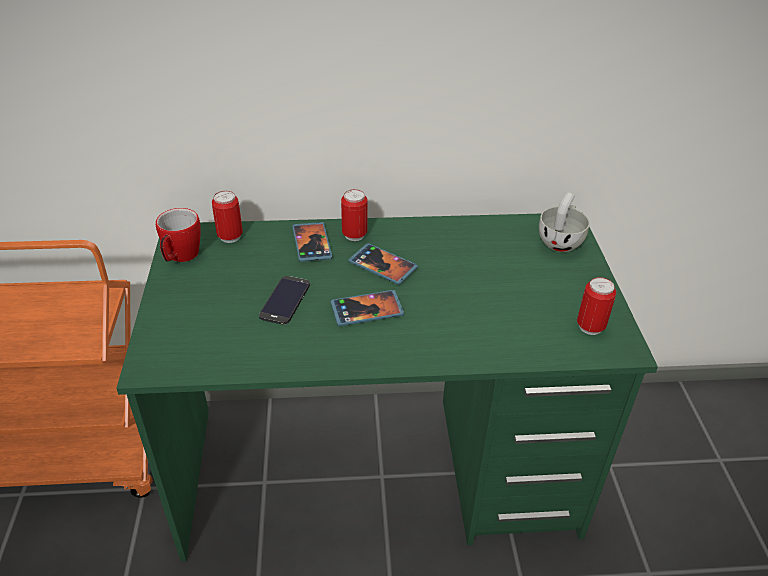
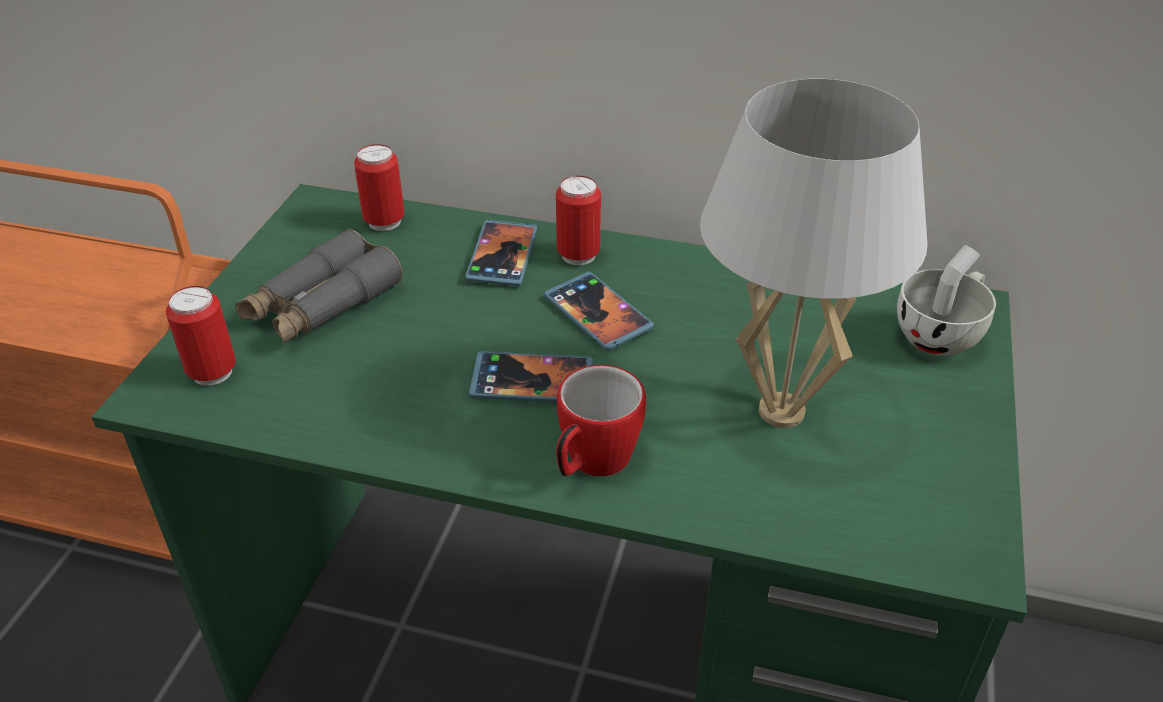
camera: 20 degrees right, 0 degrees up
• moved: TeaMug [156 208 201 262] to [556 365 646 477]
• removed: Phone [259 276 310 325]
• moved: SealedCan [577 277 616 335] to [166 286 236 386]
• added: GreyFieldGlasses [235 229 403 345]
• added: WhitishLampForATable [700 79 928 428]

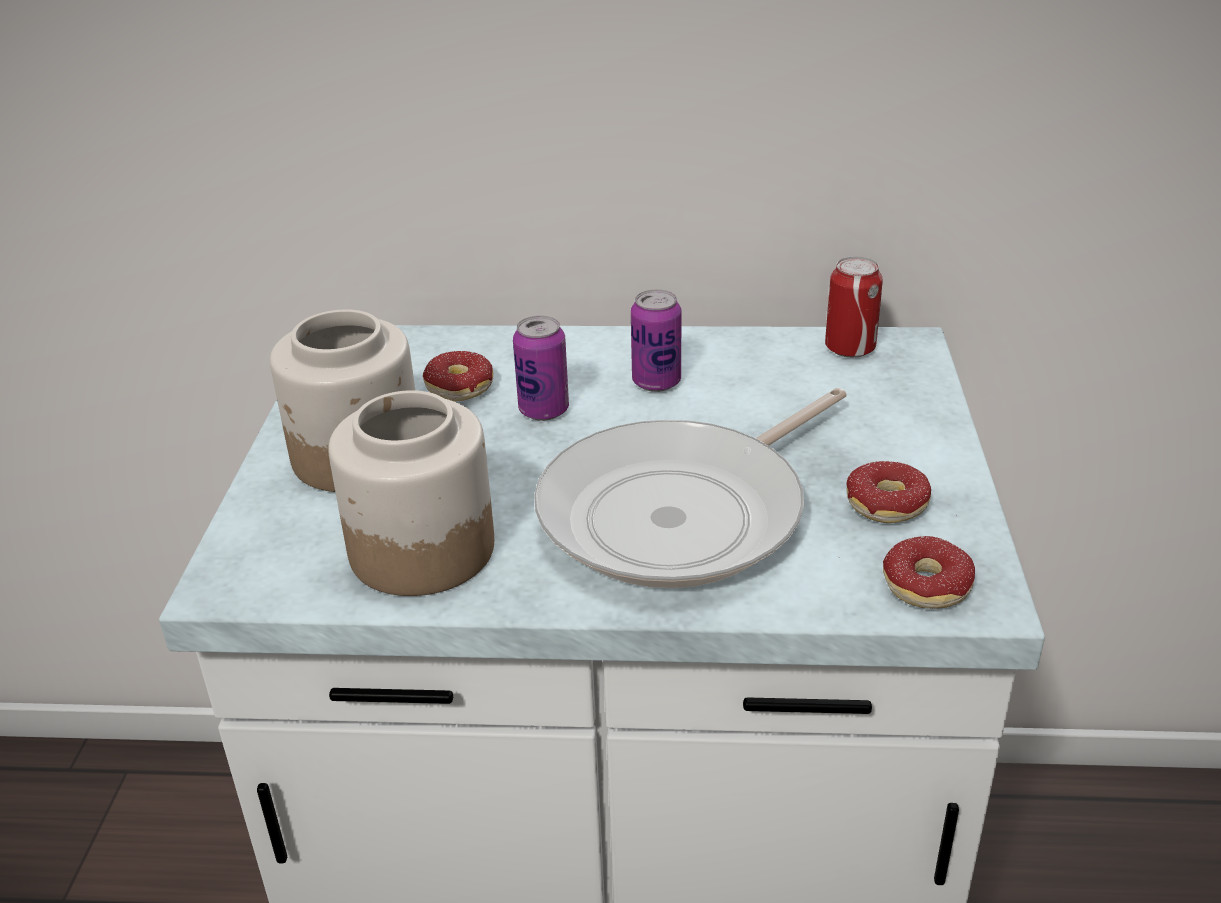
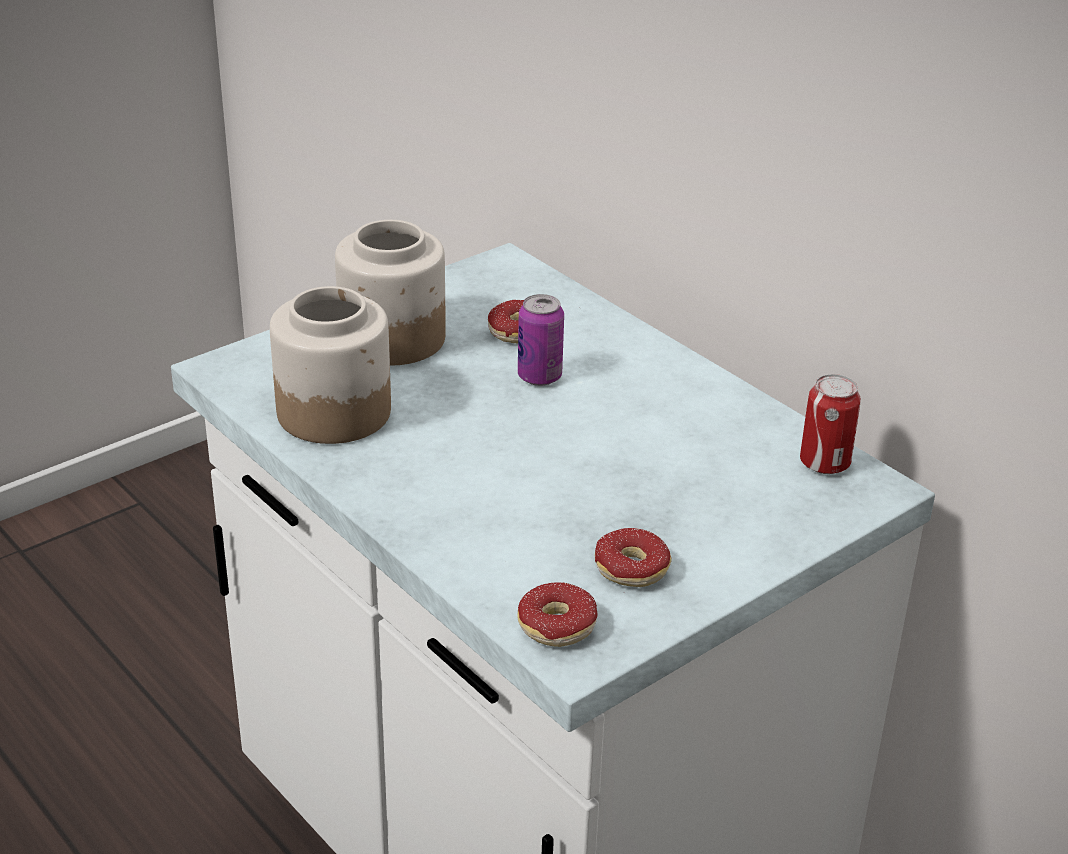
camera: 45 degrees right, 0 degrees up
• removed: Pan [534 388 847 588]
• removed: SealedCan [631 290 681 392]

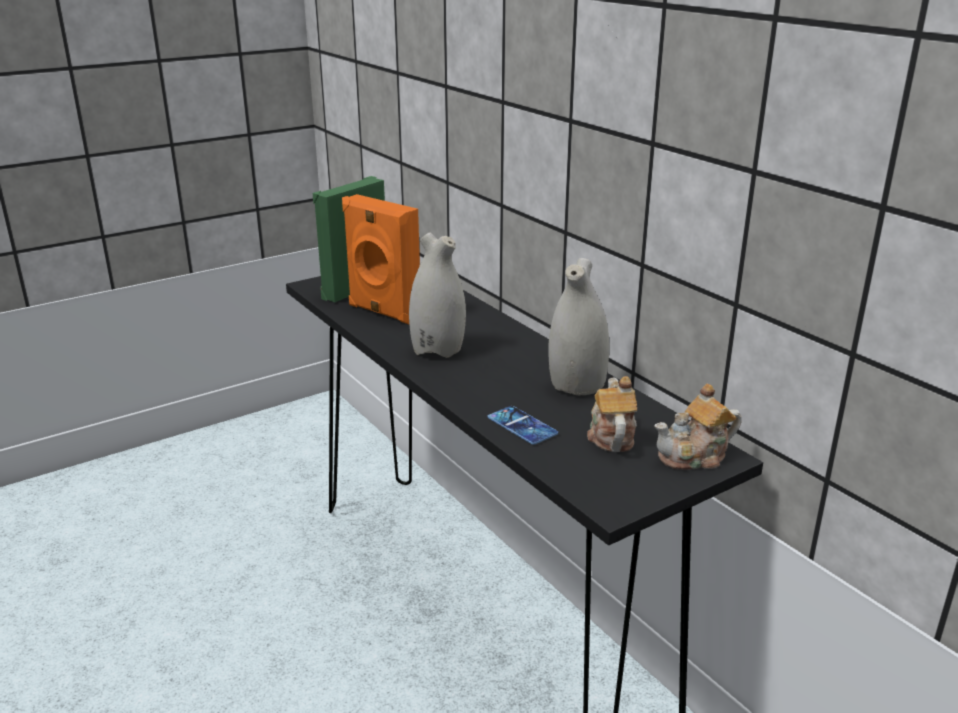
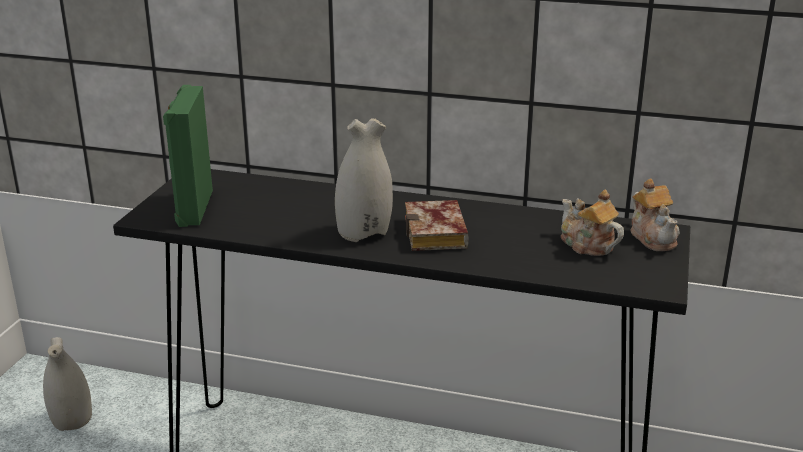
camera: 40 degrees left, 0 degrees up
• removed: OrangeAudioSpeaker [342 194 420 324]
• removed: Phone [488 406 558 445]
• moved: WhitishFlowerVase [548 258 610 395] to [43 337 92 431]
• turned: PotForTea [654 384 742 470] = [631 179 680 251] 45 degrees counterclockwise
• added: Volume [405 200 469 251]

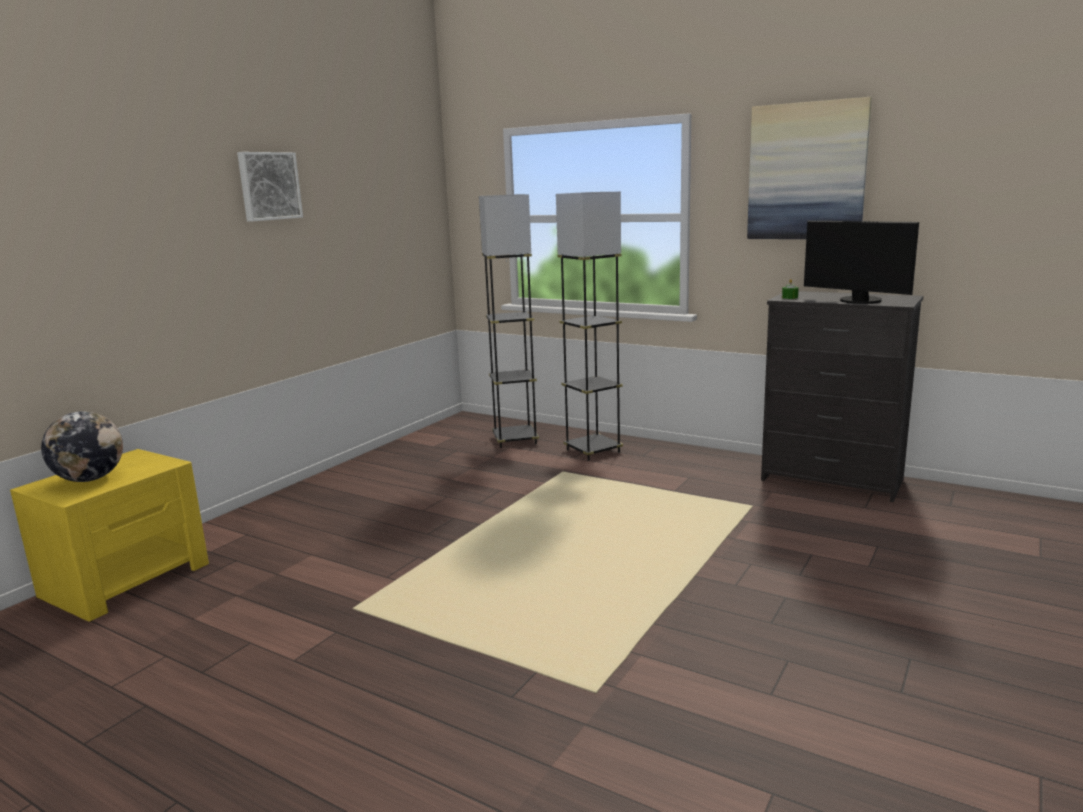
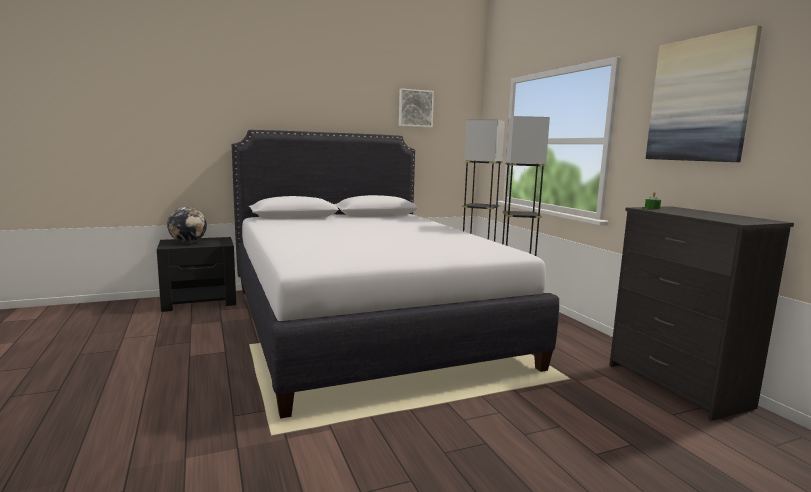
camera: 35 degrees right, 5 degrees down
• recoloured: YellowNightTable [10 449 209 622] to BlackNightTable [157 237 236 312]
• moved: WallArt [237 152 303 221] to [399 88 434 127]
• removed: Monitor [804 221 919 304]
• added: WhitishBedroomBed [231 130 559 419]

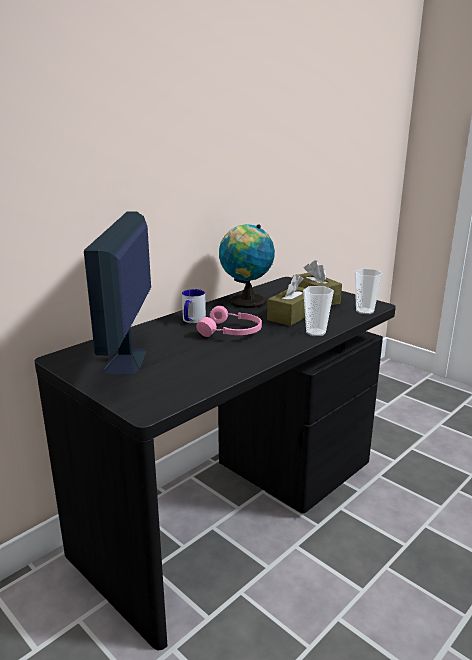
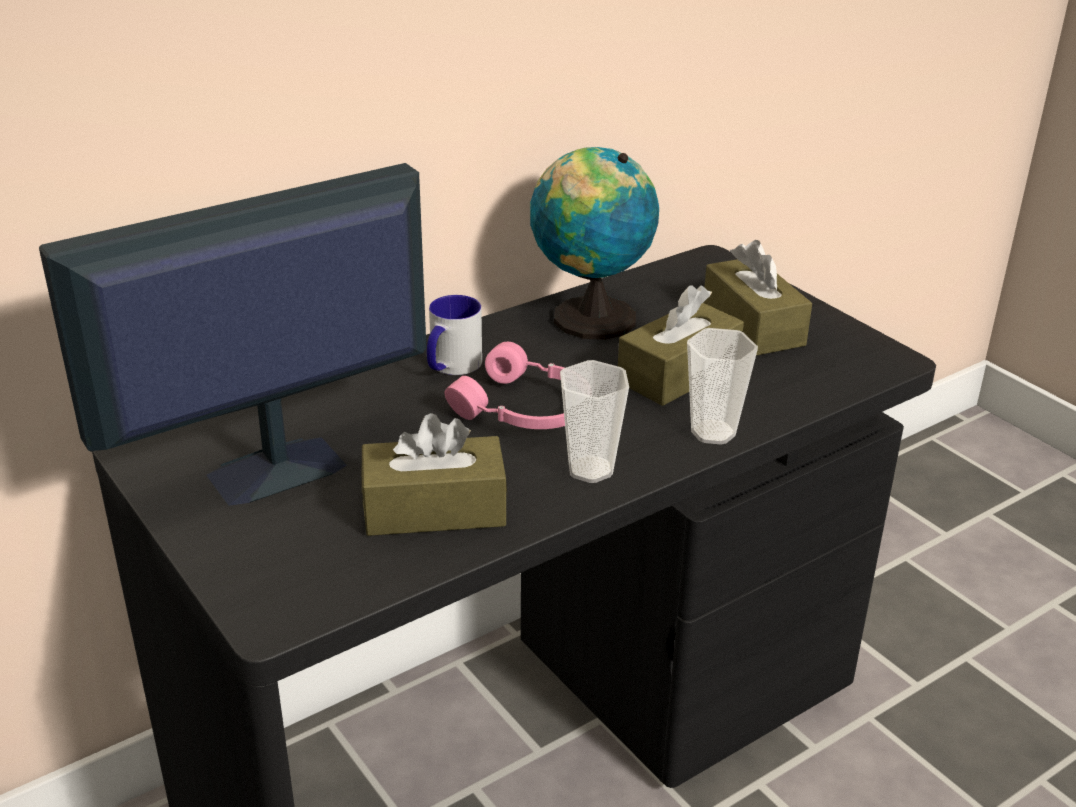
camera: 10 degrees right, 10 degrees up
• turned: Monitor [84 211 151 374] = [39 163 426 506] 45 degrees clockwise
• moved: Cup [355 268 383 314] to [560 360 629 483]
• added: BrownColouredTissueBox [362 413 508 536]

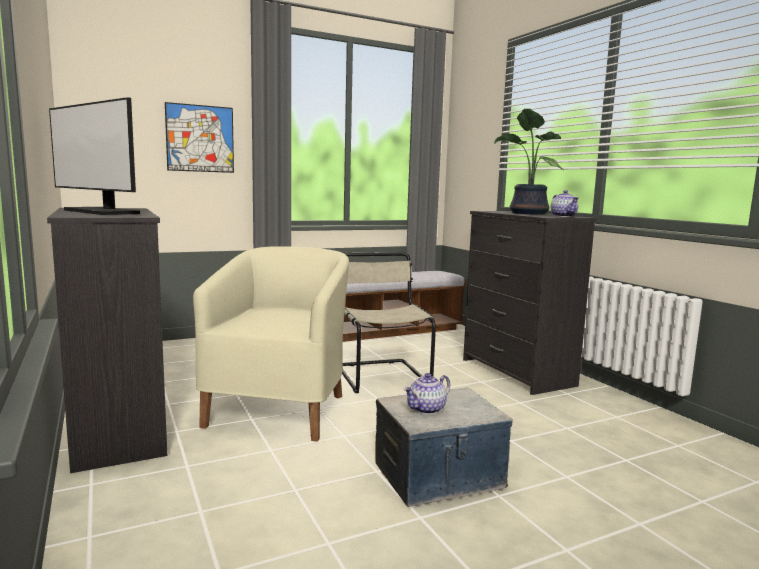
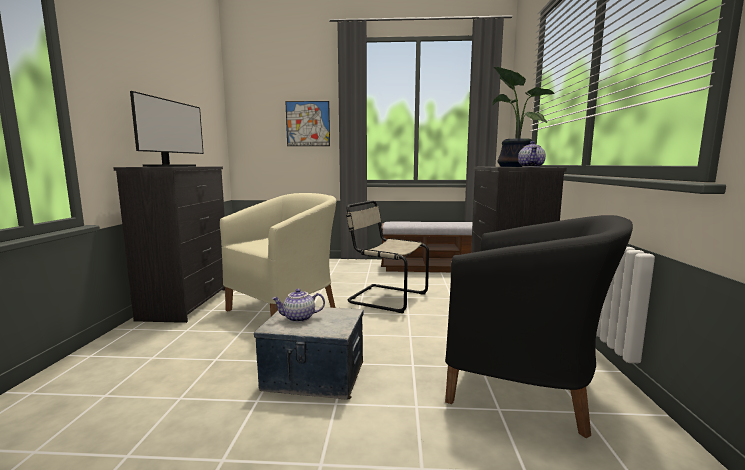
camera: 30 degrees right, 0 degrees up
• turned: Monitor [49 97 140 215] = [130 91 204 167] 150 degrees counterclockwise
• turned: BeigeChair [342 252 436 393] = [346 200 429 313] 75 degrees counterclockwise
• added: BlackArmchair [445 215 633 438]

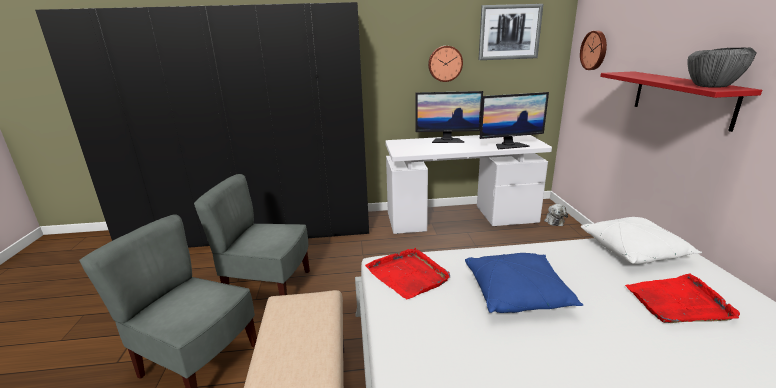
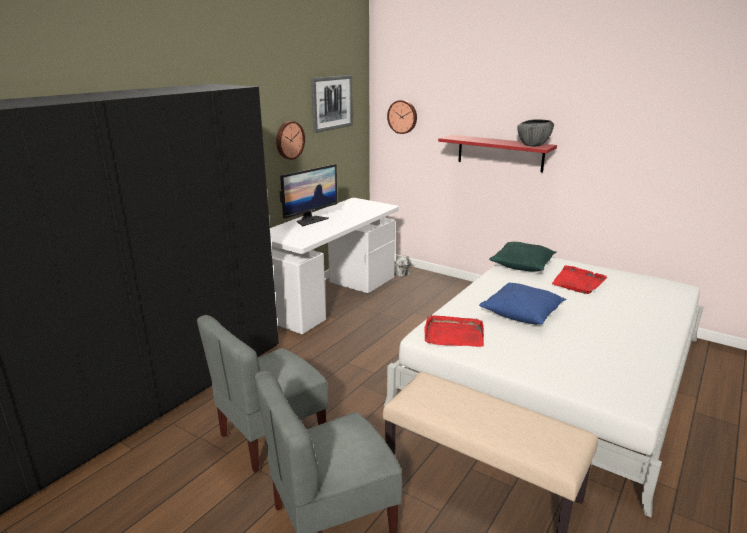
camera: 50 degrees left, 0 degrees up
• removed: Monitor [479 92 549 149]
• recoloured: WhitishPillow [581 217 702 264] to GreenPillow [489 242 557 272]

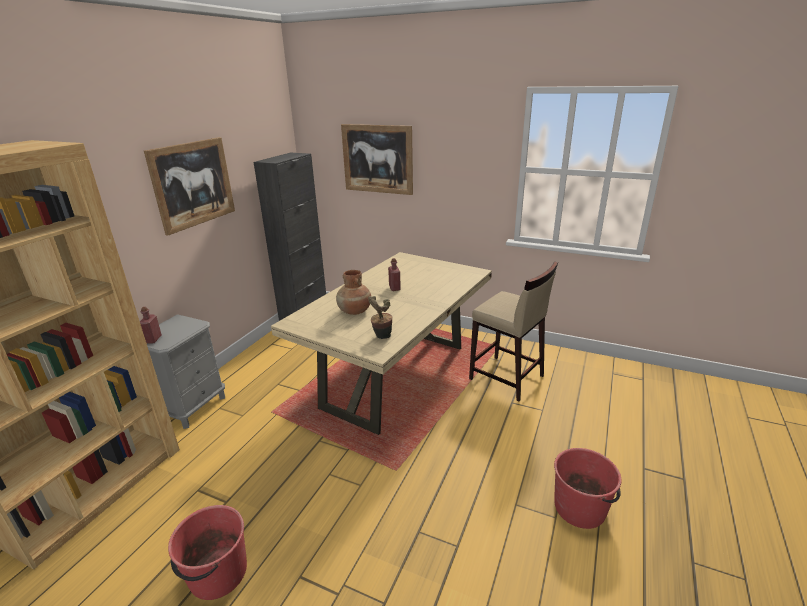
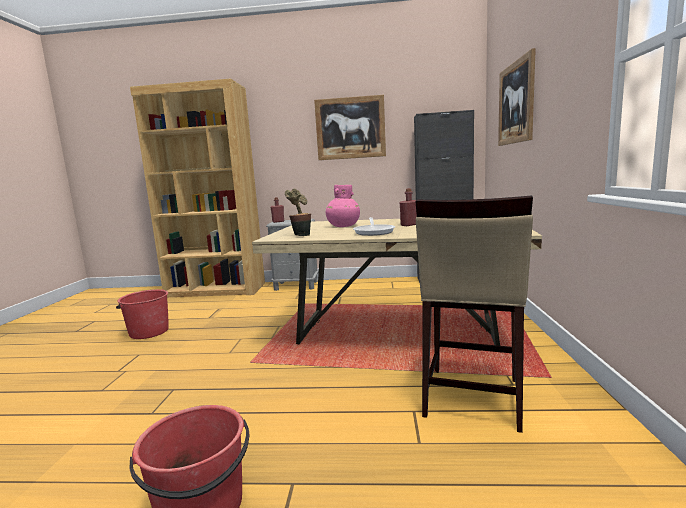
camera: 70 degrees right, 15 degrees down
• recoloured: BrownColouredFlowerVase [336 270 371 315] to PinkishFlowerVase [326 185 360 227]
• added: Pan [353 217 395 236]

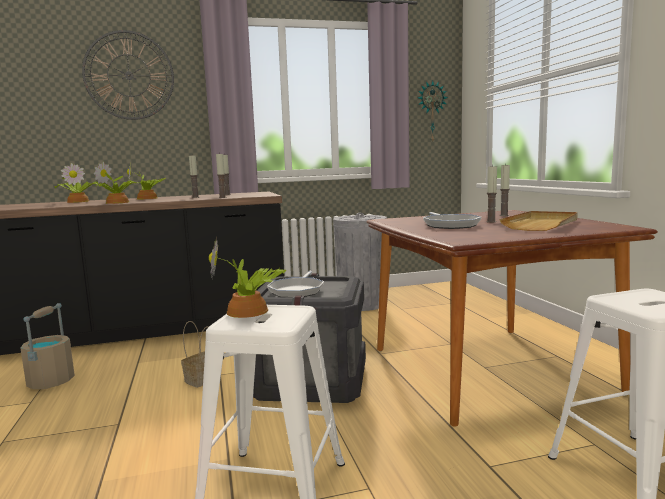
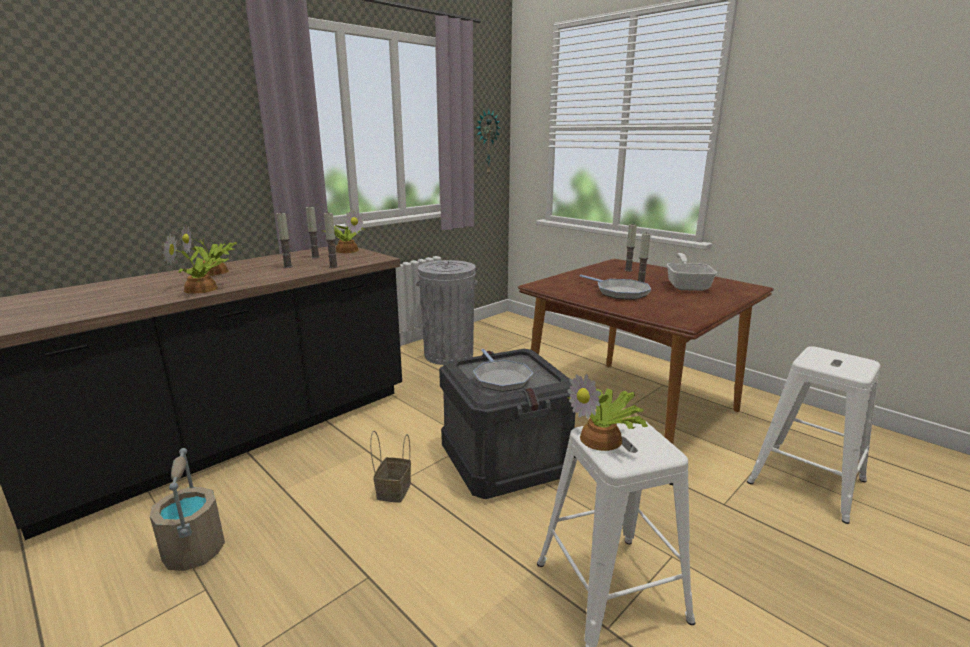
camera: 30 degrees left, 10 degrees up
• moved: PlantInAPot [54 163 99 203] to [324 209 366 253]
• removed: WallClock [82 30 174 120]
• replaced: BeigeServingTray [499 211 578 231] to Pan [667 253 717 291]

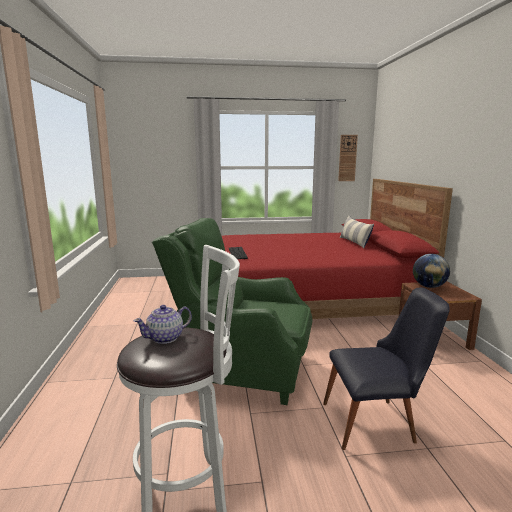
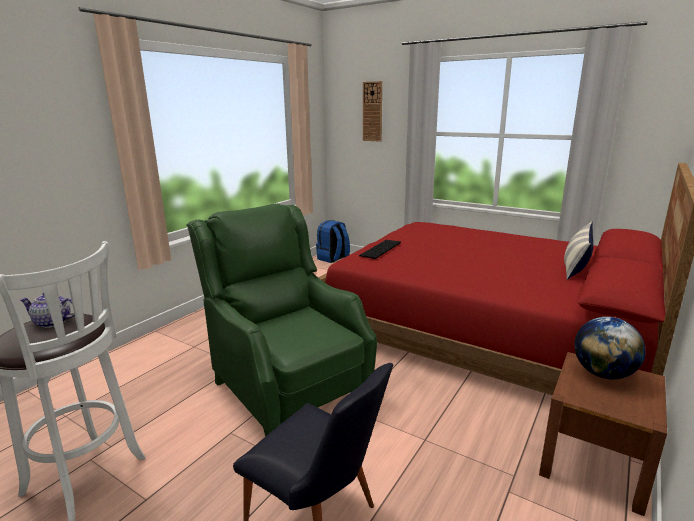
camera: 40 degrees right, 5 degrees up
• moved: WallClock [338 135 358 181] to [363 81 382 142]
• added: BluishRucksack [316 220 350 263]

